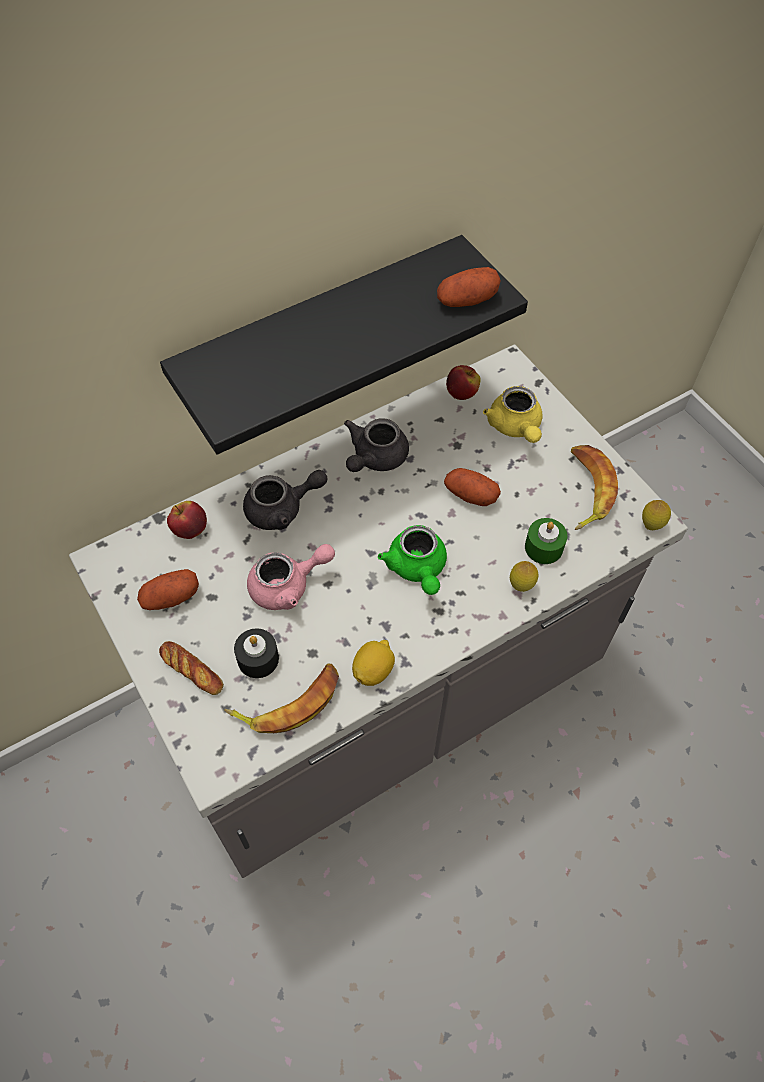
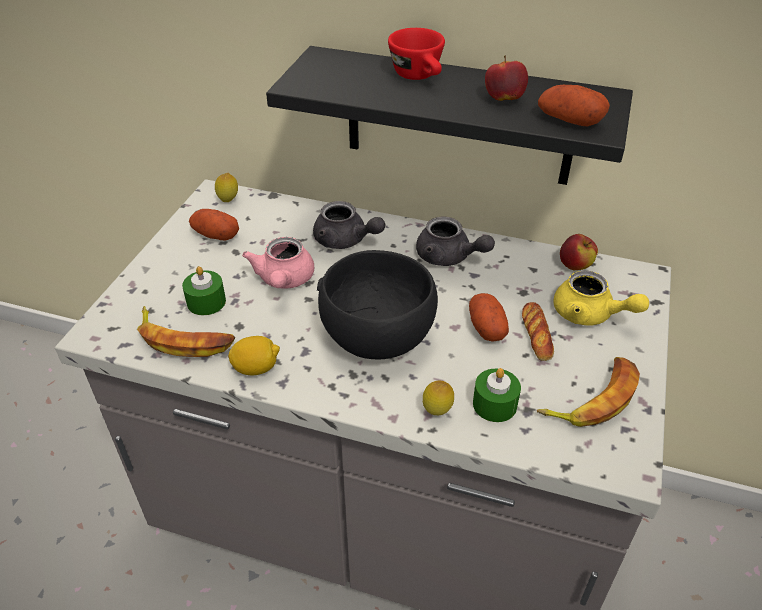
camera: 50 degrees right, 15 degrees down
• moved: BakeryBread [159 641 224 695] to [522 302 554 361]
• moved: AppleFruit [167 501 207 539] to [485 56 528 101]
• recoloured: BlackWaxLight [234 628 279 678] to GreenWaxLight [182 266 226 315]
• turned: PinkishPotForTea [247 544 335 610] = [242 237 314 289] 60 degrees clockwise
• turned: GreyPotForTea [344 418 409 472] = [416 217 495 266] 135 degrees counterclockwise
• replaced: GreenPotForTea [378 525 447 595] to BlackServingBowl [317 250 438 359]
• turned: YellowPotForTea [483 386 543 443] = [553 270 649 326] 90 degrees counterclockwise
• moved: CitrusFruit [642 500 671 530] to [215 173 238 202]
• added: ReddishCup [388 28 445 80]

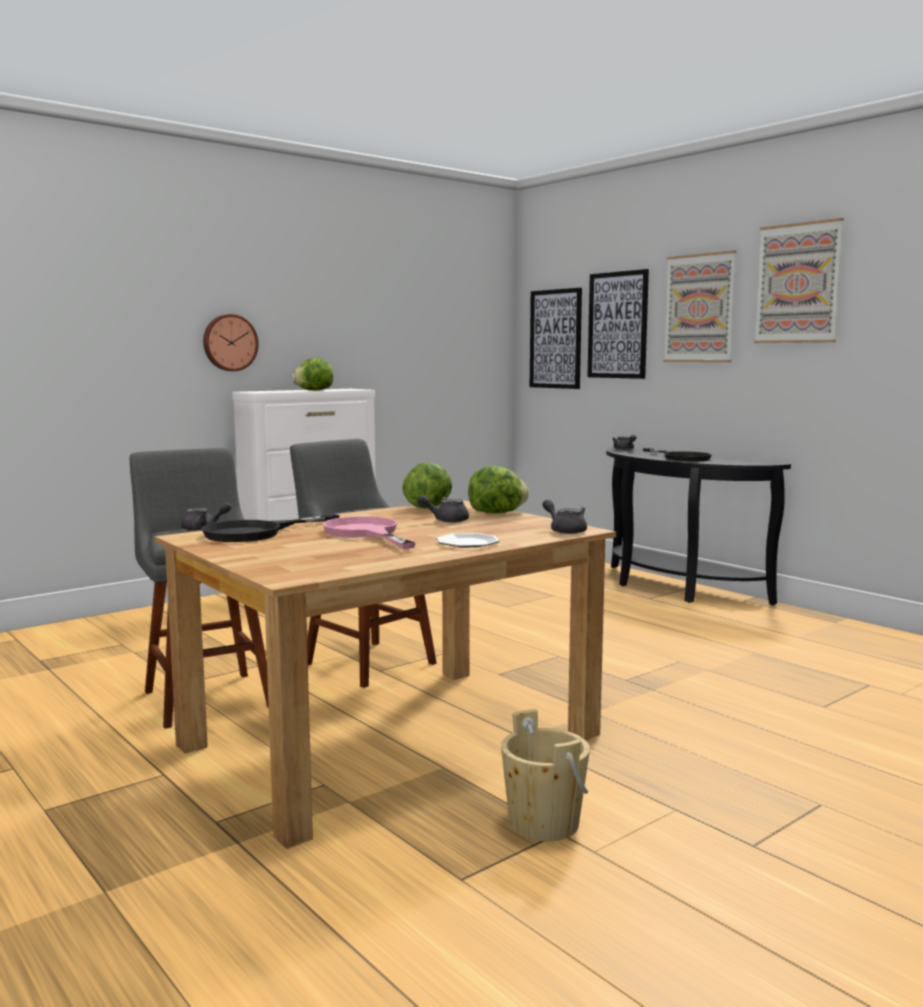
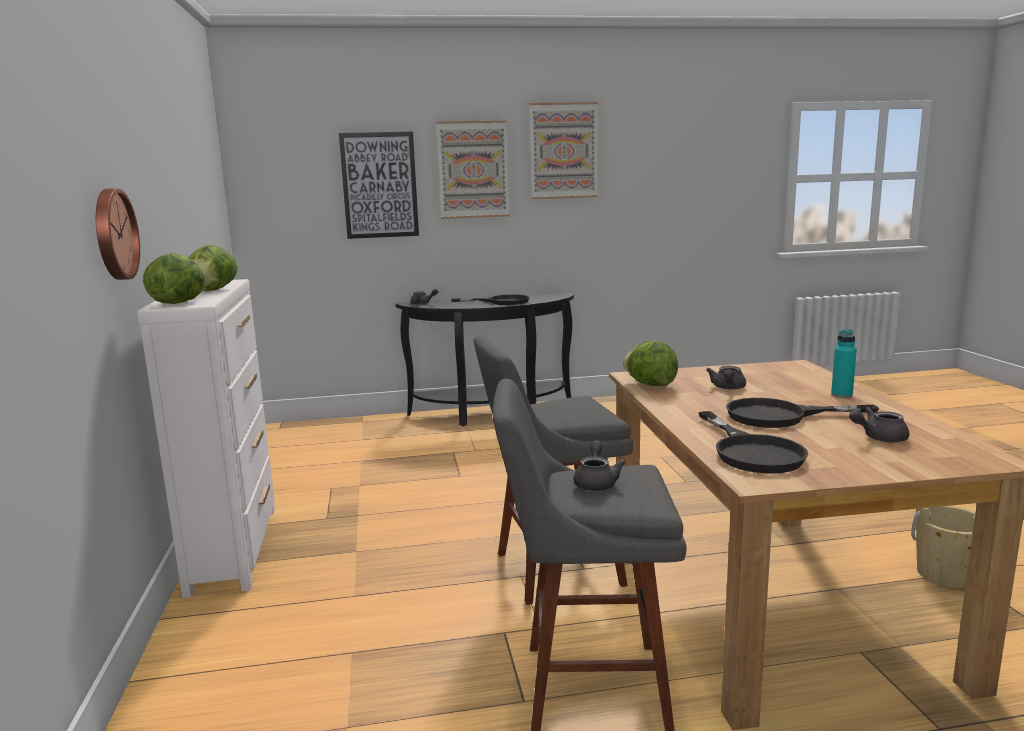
camera: 60 degrees left, 5 degrees up
• recoloured: PinkishPan [323 516 416 549] to BlackPan [726 398 879 428]
• replaced: Plate [436 533 499 548] to TurquoiseColouredBottle [831 329 857 398]
• moved: Lettuce [468 466 529 513] to [143 253 205 304]
• removed: WallArt [530 288 582 389]
• moved: GreyPotForTea [543 499 587 534] to [849 407 909 442]

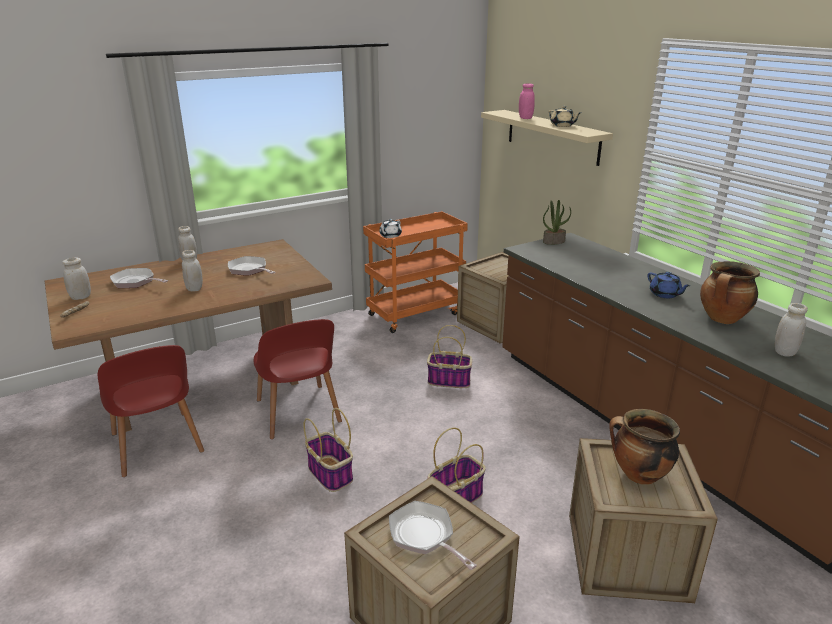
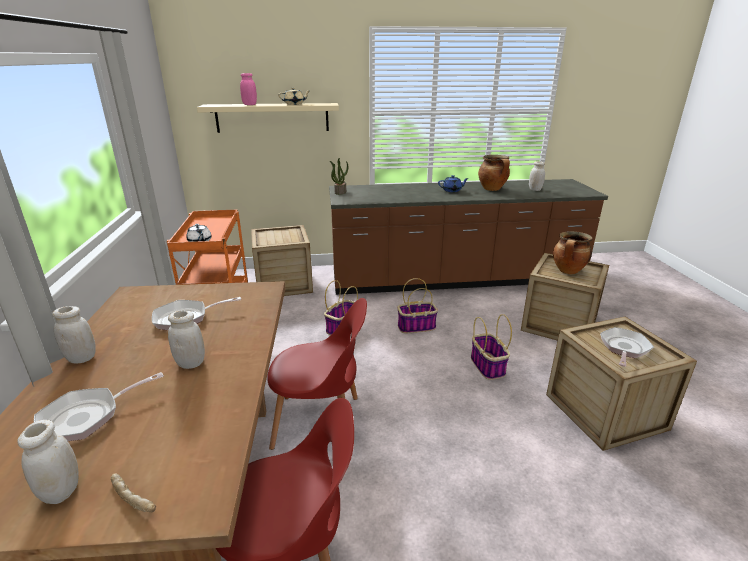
camera: 65 degrees left, 0 degrees up
• moved: HouseholdBasket [303 408 353 492] to [397 278 438 333]
• turned: Pan [389 501 477 570] = [600 327 654 367] 135 degrees clockwise

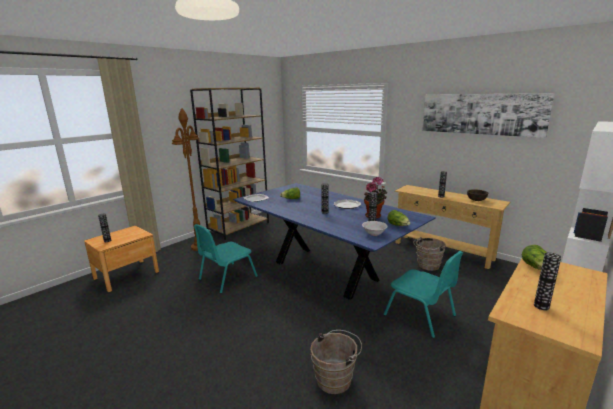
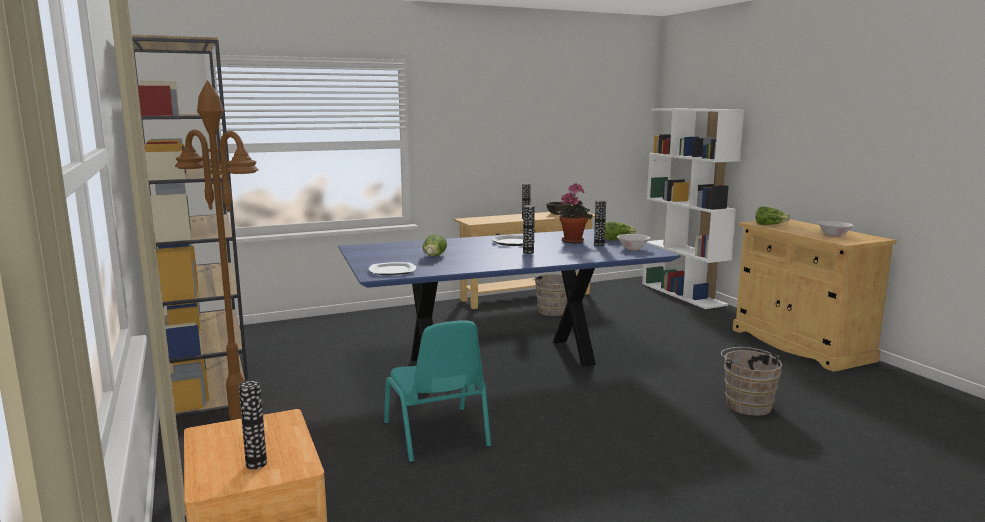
camera: 65 degrees left, 5 degrees down
• removed: TurquoiseColouredChair [384 251 463 338]
• removed: WallArt [422 93 555 138]
• replaced: FlowerVase [534 252 561 310] to WhitishServingBowl [818 221 854 237]

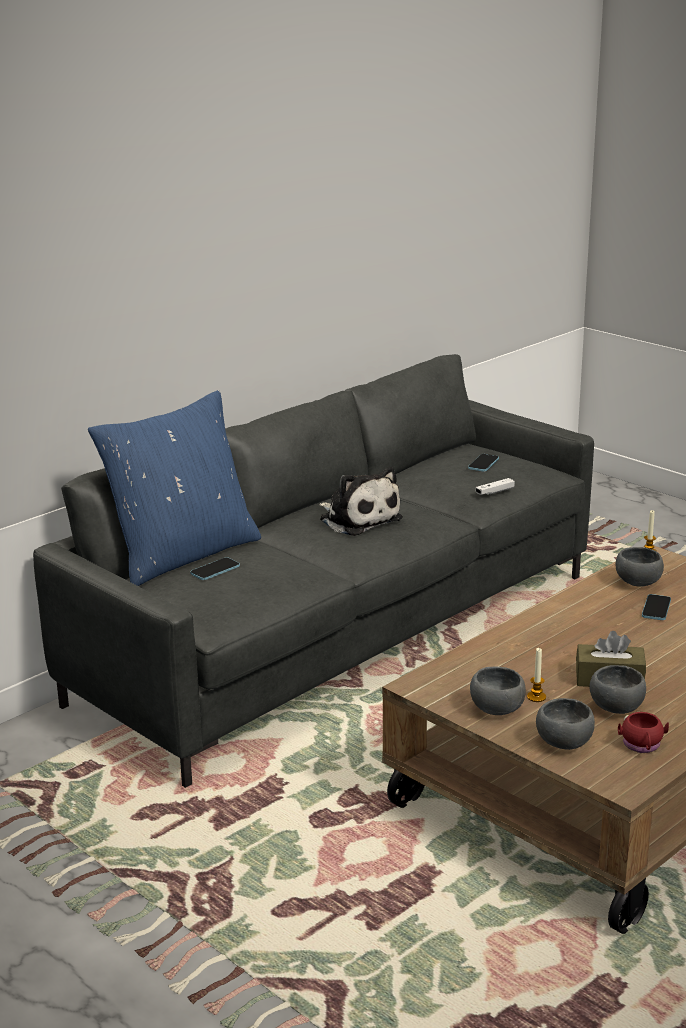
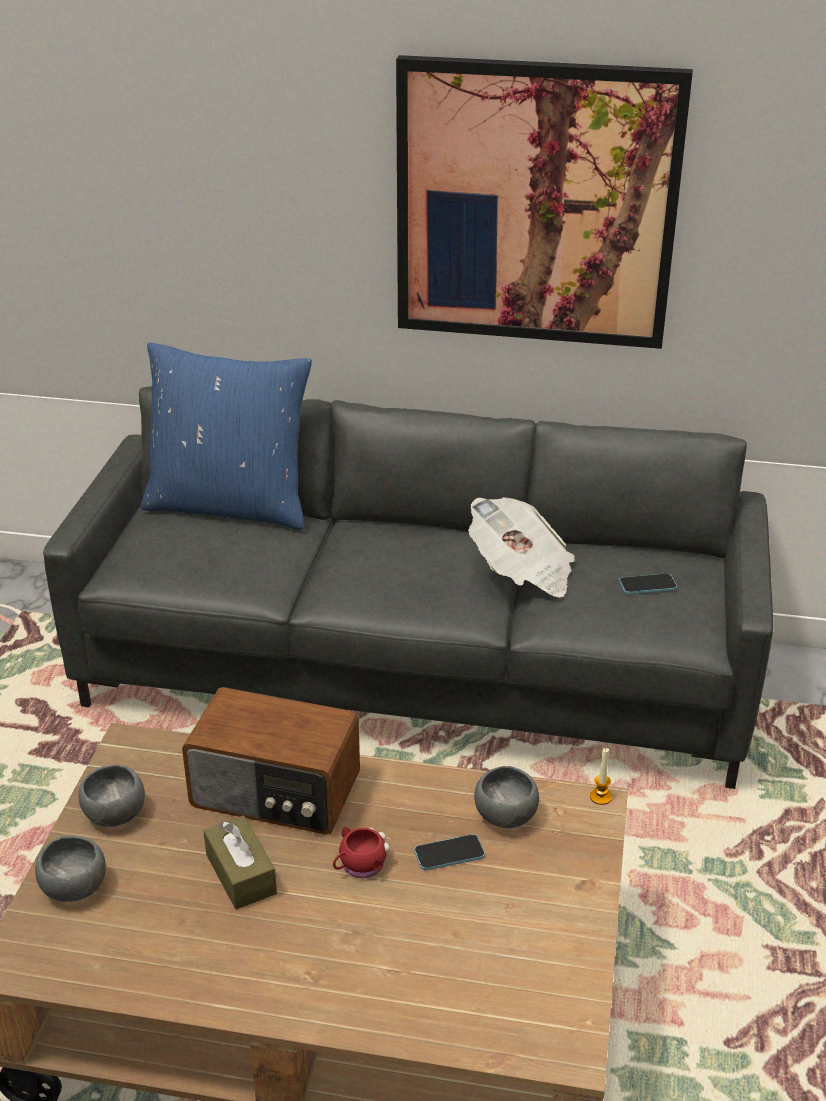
camera: 55 degrees right, 10 degrees up
• removed: Phone [190 557 240 580]
• removed: SoftToy [319 467 403 536]
• removed: WhitishGamepad [476 478 515 495]
• removed: WaxLight [527 648 546 702]
• removed: GreyServingBowl [589 665 646 714]
• moved: ReddishTeaMug [618 712 669 753] to [333 827 390 878]
• added: RadioReceiver [182 687 360 835]
• added: WallArt [396 55 693 349]
• added: Newspaper [468 497 575 598]

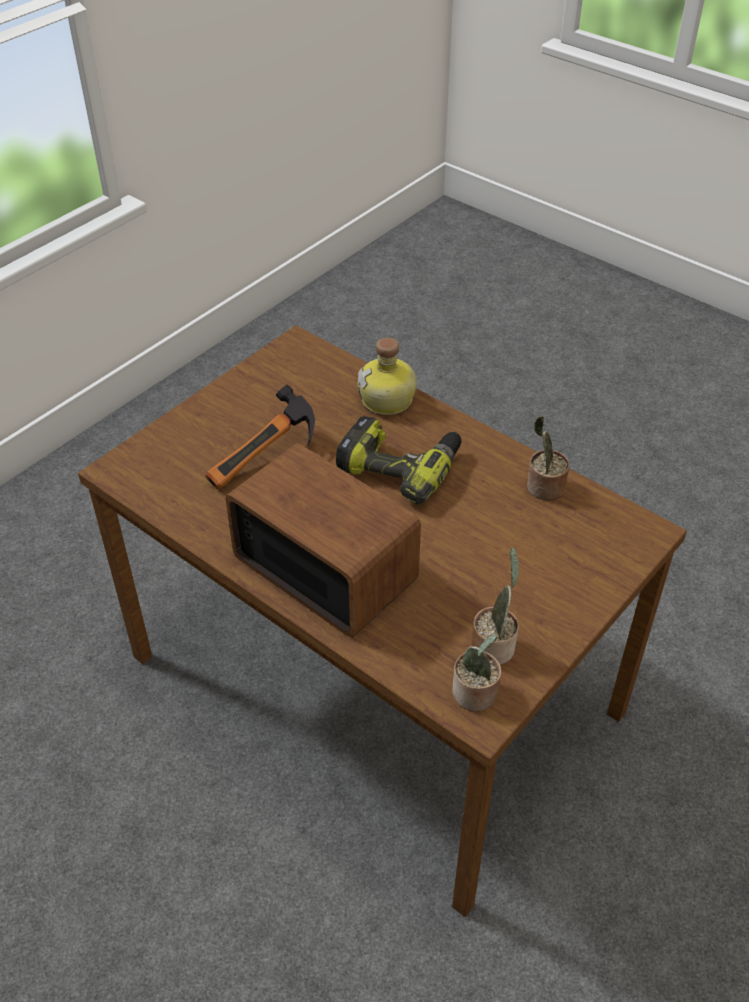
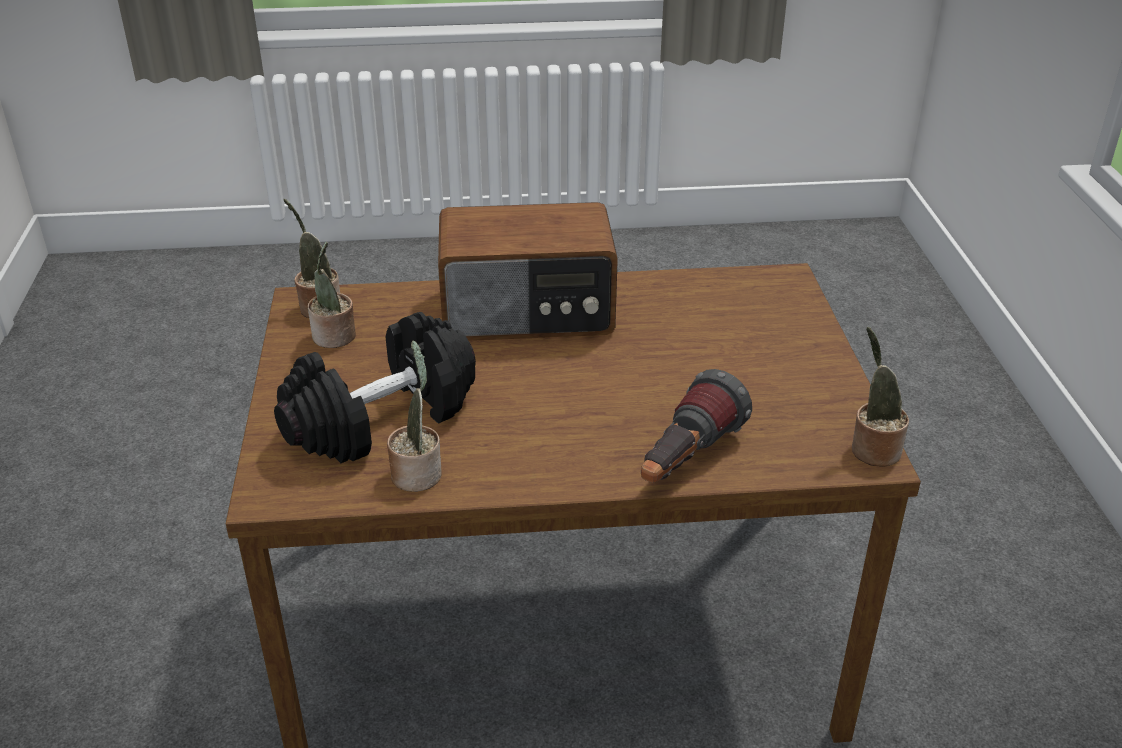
camera: 135 degrees right, 10 degrees down
• removed: ToolHammer [205 385 315 490]
• removed: PowerDrill [336 416 462 505]
• replaced: Bottle [358 337 417 415] to Torch [641 369 752 483]
• added: BlackHandWeight [274 312 476 463]
• added: PlantInAPot [852 327 909 467]

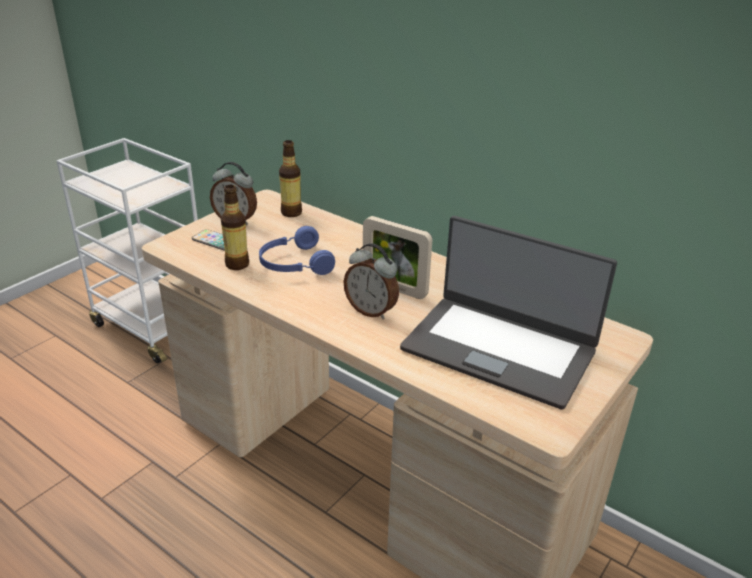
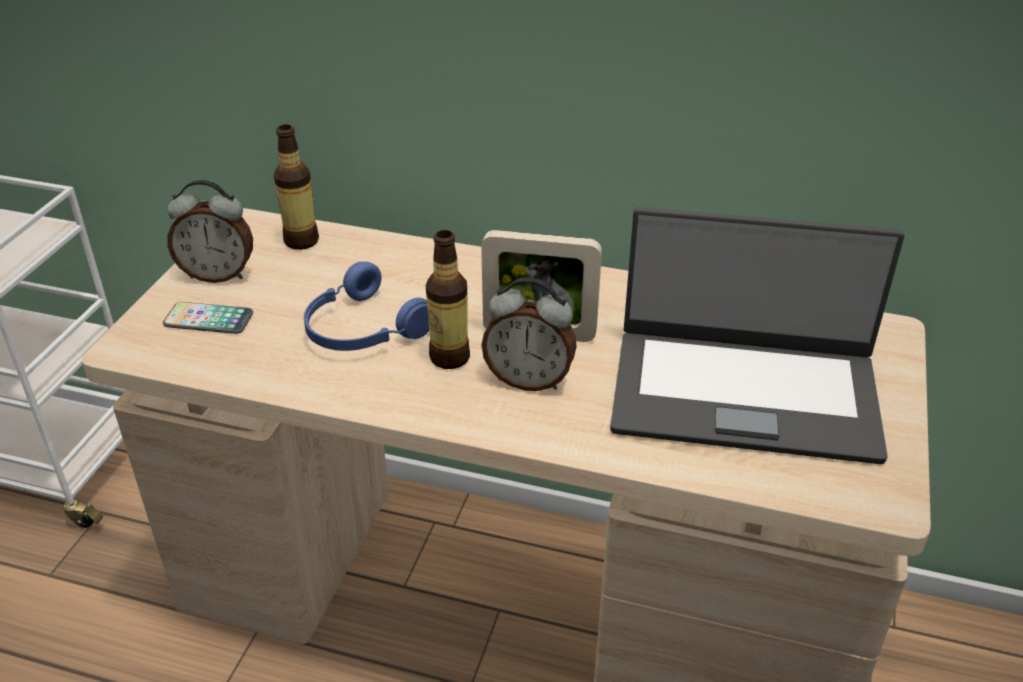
camera: 20 degrees left, 5 degrees up
• moved: Bottle [221 185 249 270] to [426 230 470 369]

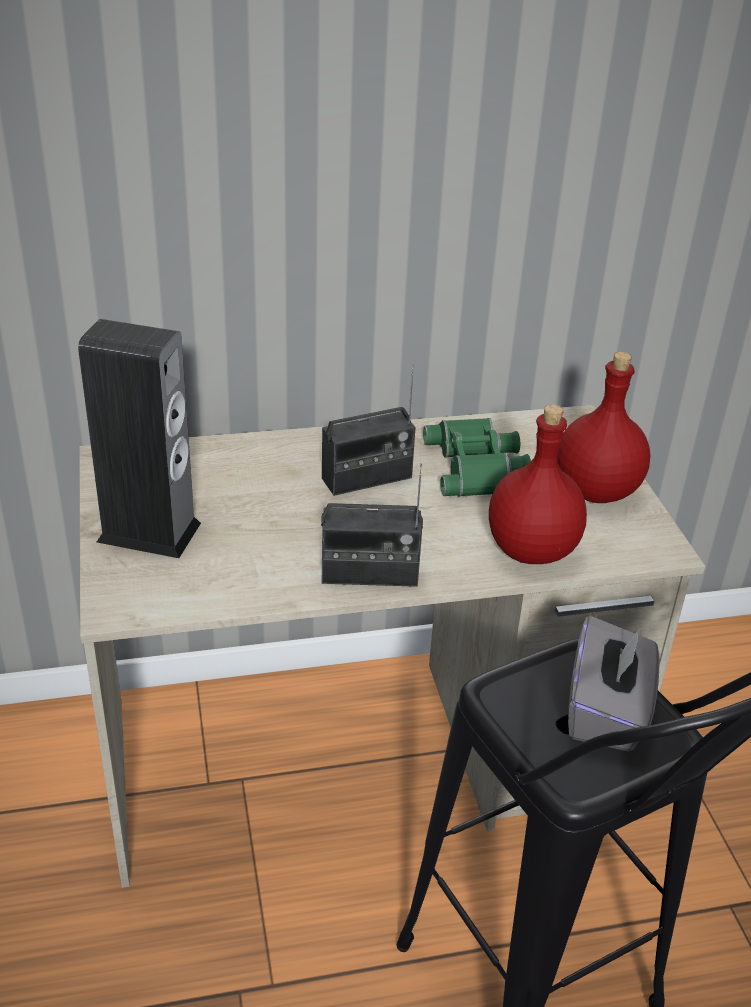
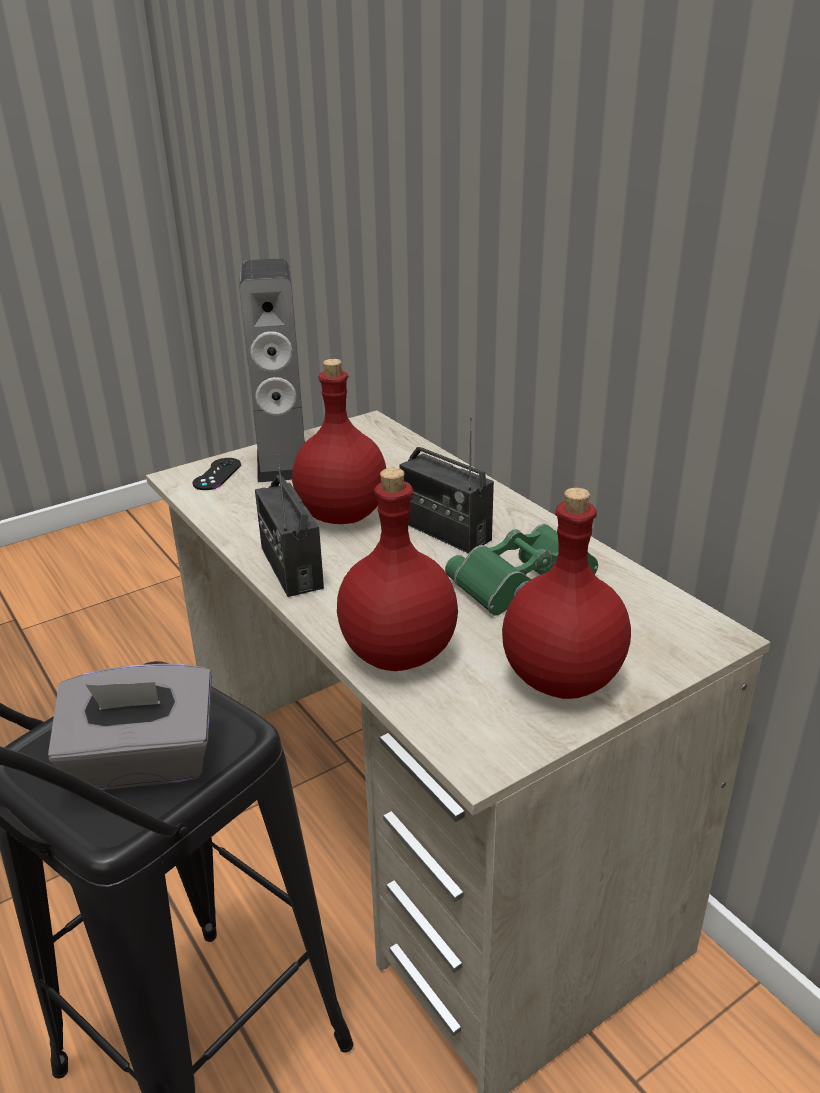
camera: 70 degrees right, 5 degrees down
• added: BlackGamepad [192 458 241 490]
• added: ReddishBottle [292 359 386 524]

